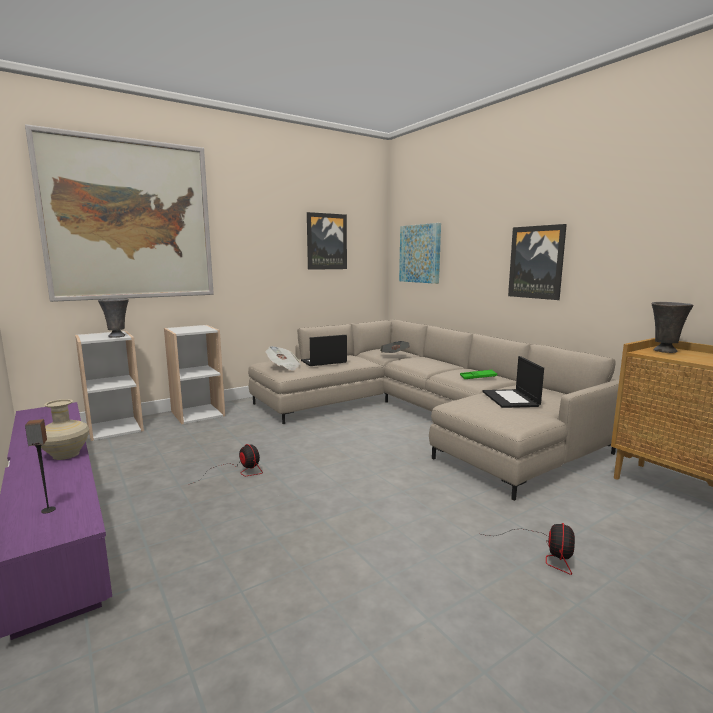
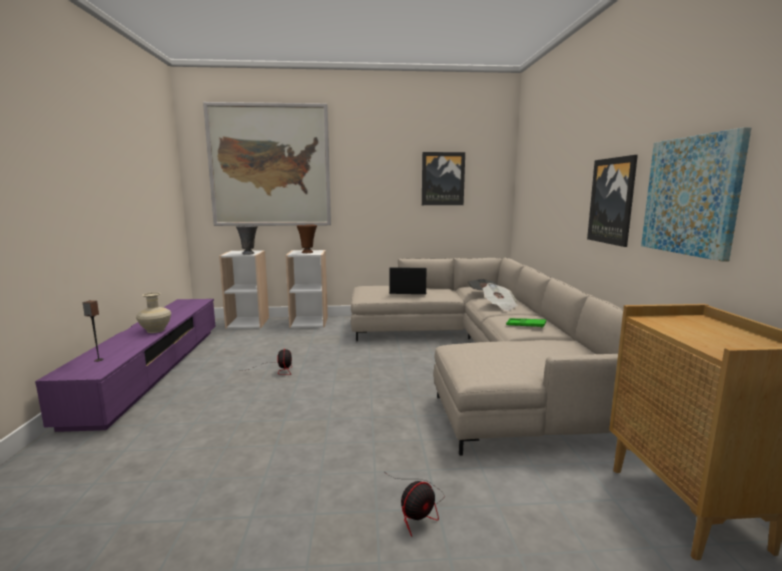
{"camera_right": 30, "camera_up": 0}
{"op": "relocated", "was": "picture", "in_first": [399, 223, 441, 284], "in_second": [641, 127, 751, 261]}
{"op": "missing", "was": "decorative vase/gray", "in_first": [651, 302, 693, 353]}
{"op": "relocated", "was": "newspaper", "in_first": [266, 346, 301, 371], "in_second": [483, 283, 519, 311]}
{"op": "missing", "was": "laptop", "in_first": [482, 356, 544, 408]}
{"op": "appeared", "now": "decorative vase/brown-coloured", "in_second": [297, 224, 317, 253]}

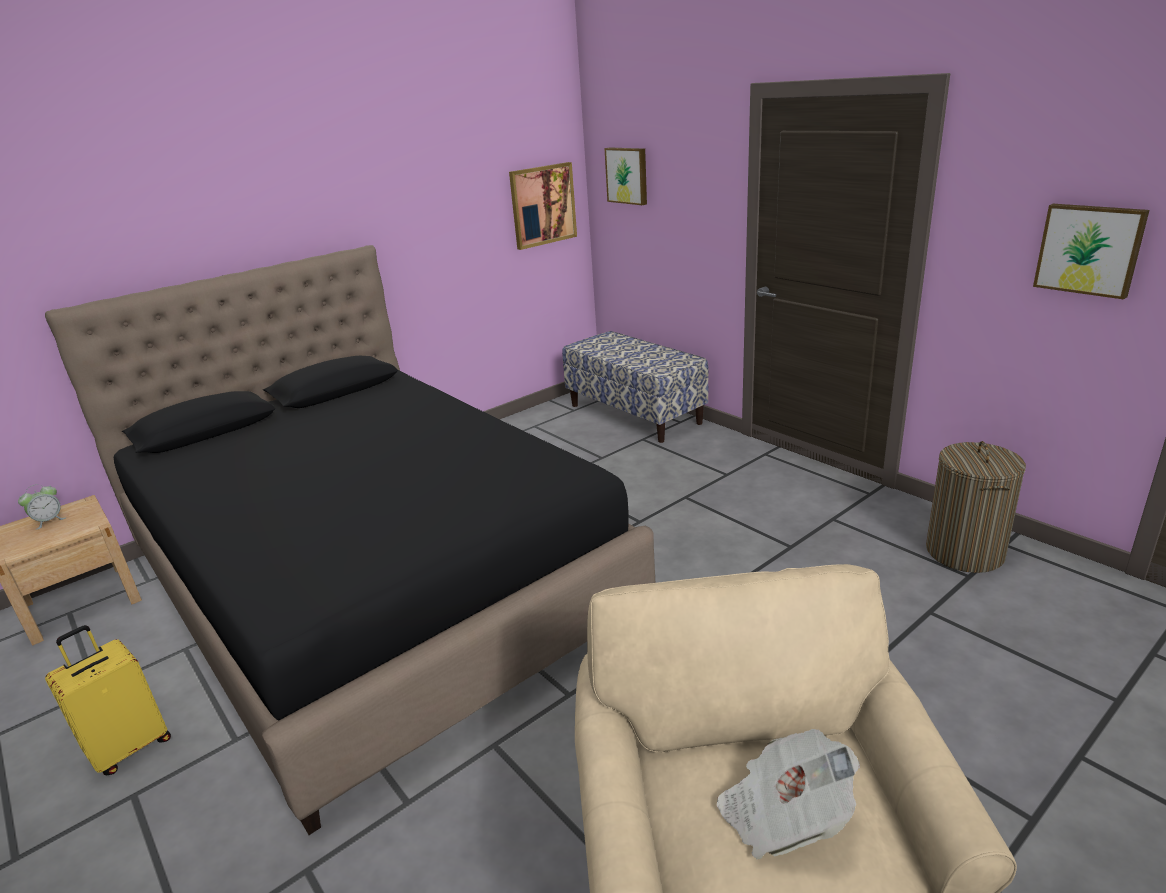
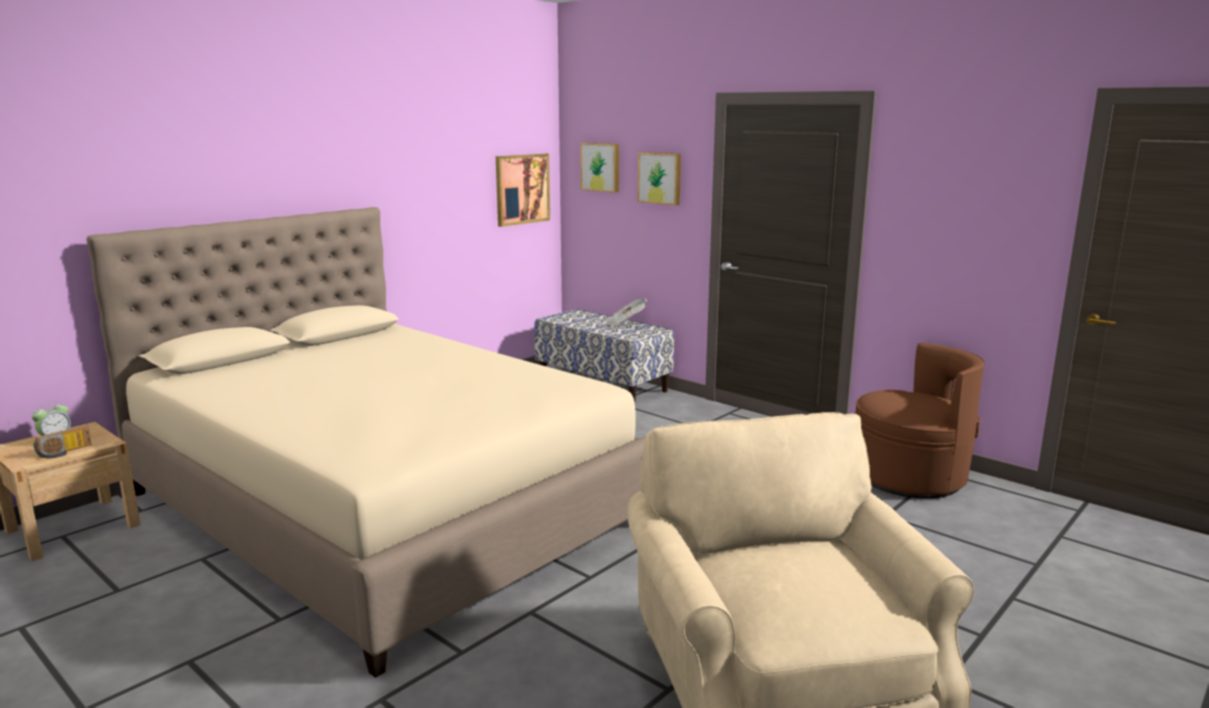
{"camera_right": -10, "camera_up": -10}
{"op": "relocated", "was": "picture", "in_first": [1033, 204, 1149, 300], "in_second": [638, 152, 681, 205]}
{"op": "colour", "was": "bedroom bed/black-coloured", "now": "bedroom bed/sand-coloured", "in_first": [45, 245, 655, 835], "in_second": [86, 207, 645, 678]}
{"op": "exchanged", "was": "hamper", "now": "easy chair/brown-coloured", "in_first": [926, 441, 1026, 573], "in_second": [855, 343, 985, 498]}
{"op": "missing", "was": "piece of luggage/yellow", "in_first": [45, 625, 171, 775]}
{"op": "relocated", "was": "newspaper", "in_first": [717, 729, 860, 859], "in_second": [603, 298, 648, 326]}
{"op": "appeared", "now": "radio receiver", "in_second": [33, 425, 92, 458]}

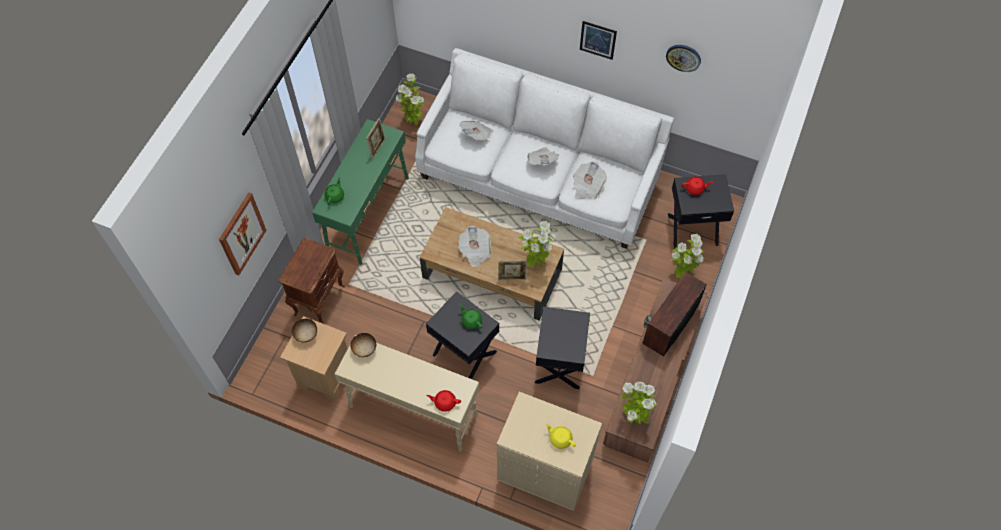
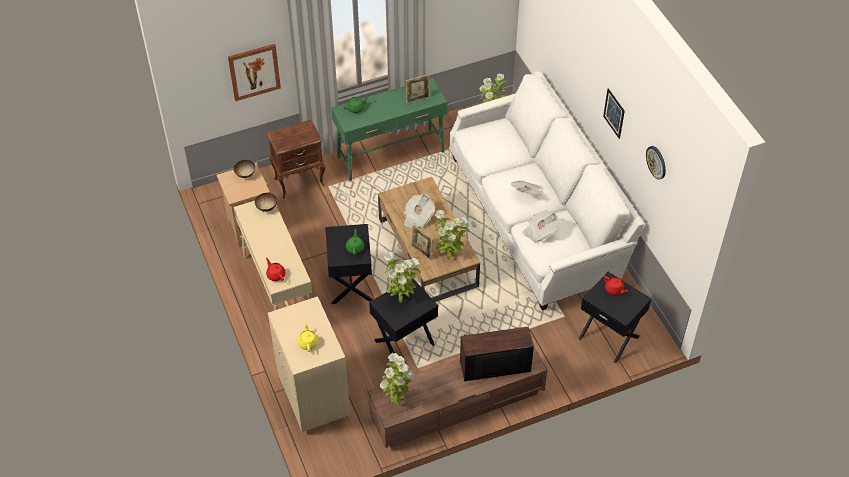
{"camera_right": 45, "camera_up": -10}
{"op": "missing", "was": "newspaper", "in_first": [459, 121, 494, 141]}
{"op": "relocated", "was": "potted plant", "in_first": [671, 234, 704, 278], "in_second": [384, 251, 421, 303]}

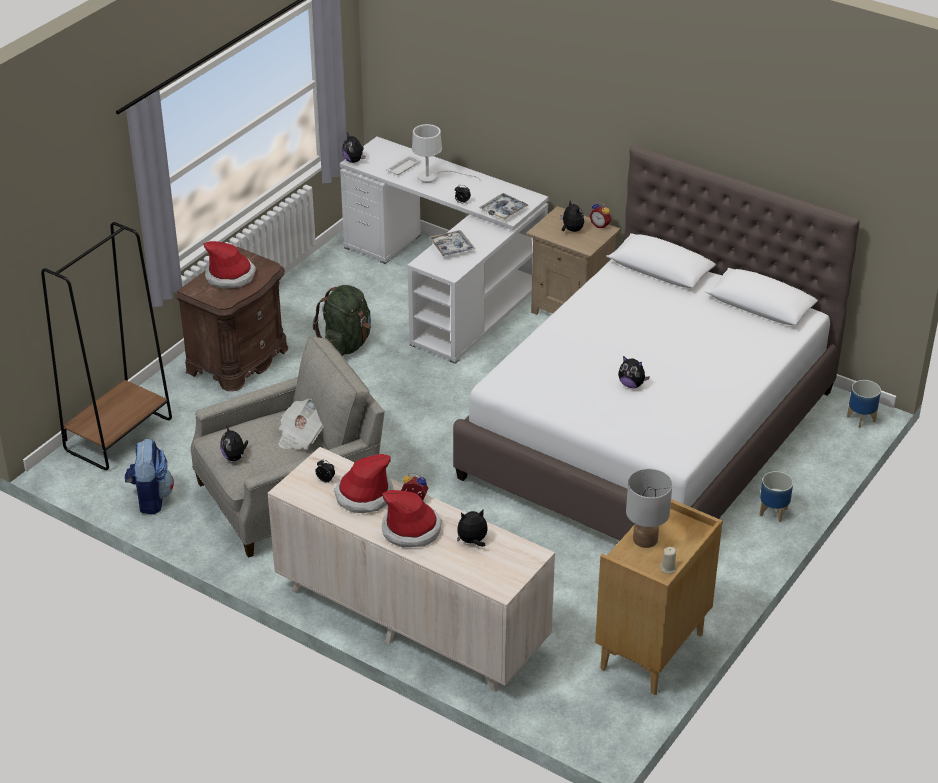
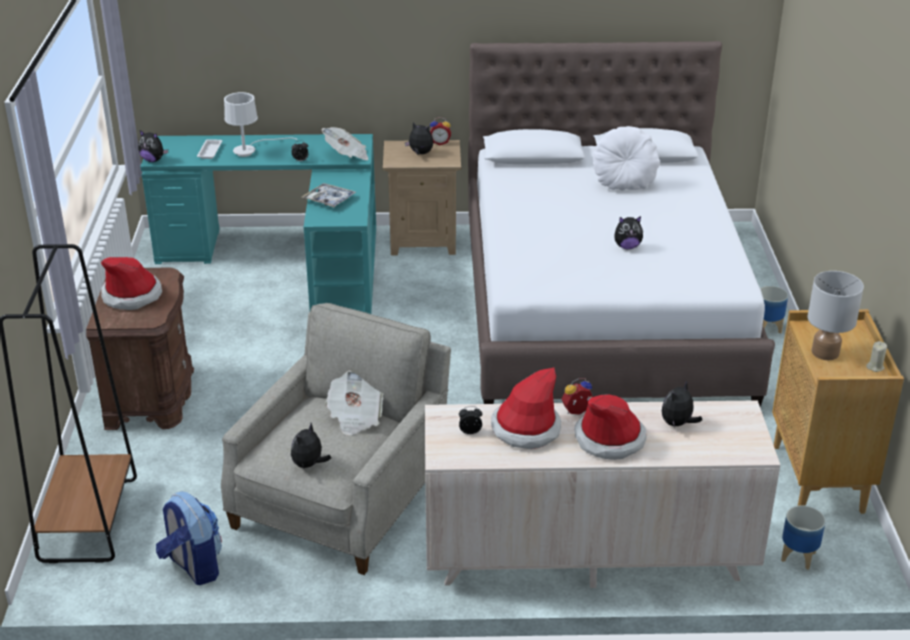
{"camera_right": -35, "camera_up": -5}
{"op": "colour", "was": "desk/white-coloured", "now": "desk/blue-green", "in_first": [340, 137, 548, 364], "in_second": [140, 134, 376, 314]}
{"op": "exchanged", "was": "serving tray", "now": "newspaper", "in_first": [480, 193, 528, 220], "in_second": [321, 127, 368, 160]}
{"op": "missing", "was": "rucksack/green-coloured", "in_first": [313, 285, 371, 356]}
{"op": "relocated", "was": "plant pot", "in_first": [847, 380, 881, 428], "in_second": [781, 505, 826, 570]}
{"op": "spun", "was": "plush toy", "in_first": [220, 425, 248, 461], "in_second": [291, 423, 331, 468], "clockwise": 90}
{"op": "appeared", "now": "cushion/white-coloured", "in_second": [593, 126, 660, 190]}

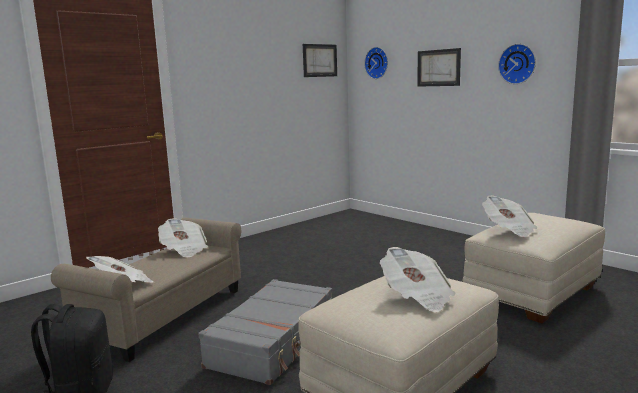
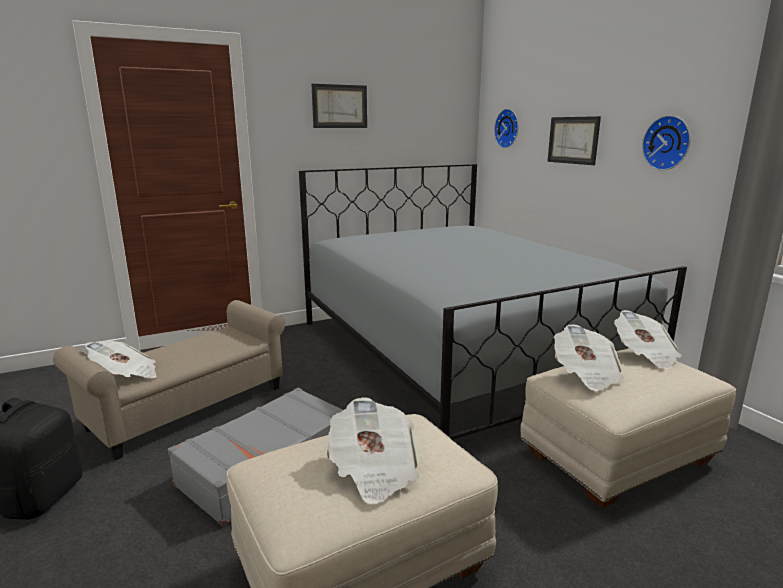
{"camera_right": 15, "camera_up": 5}
{"op": "relocated", "was": "picture", "in_first": [303, 44, 337, 77], "in_second": [311, 84, 367, 128]}
{"op": "relocated", "was": "newspaper", "in_first": [158, 218, 208, 258], "in_second": [614, 310, 682, 370]}
{"op": "appeared", "now": "bedroom bed/gray", "in_second": [299, 164, 687, 440]}

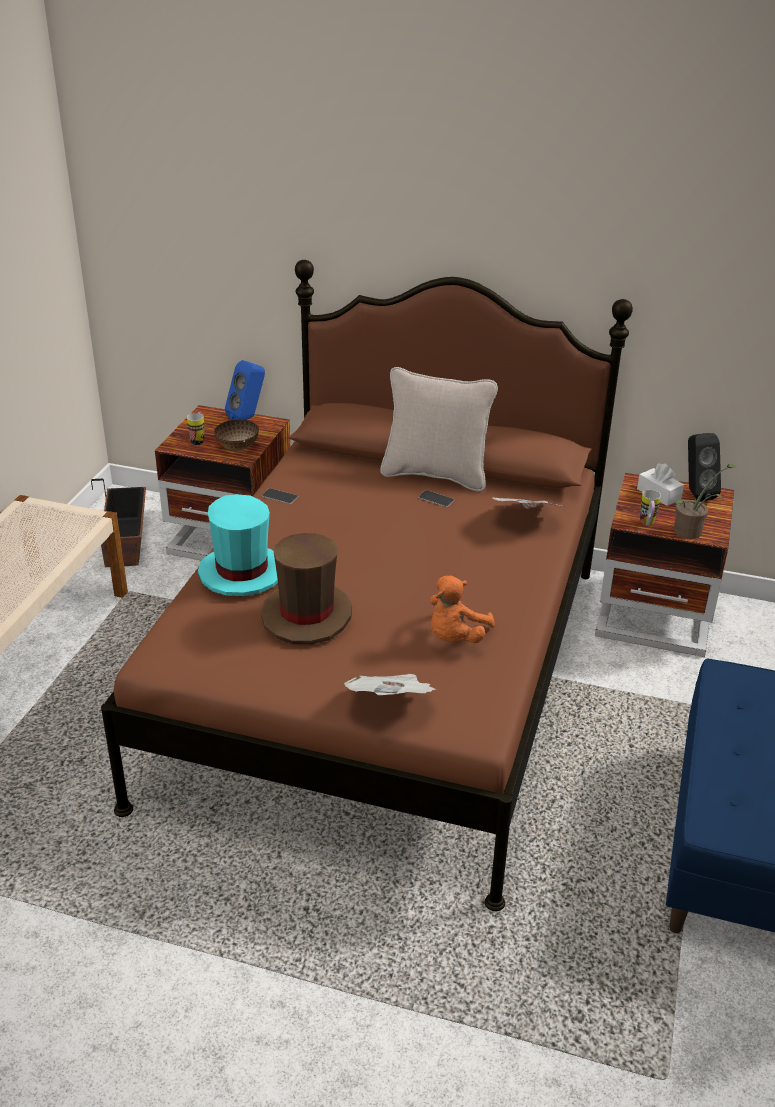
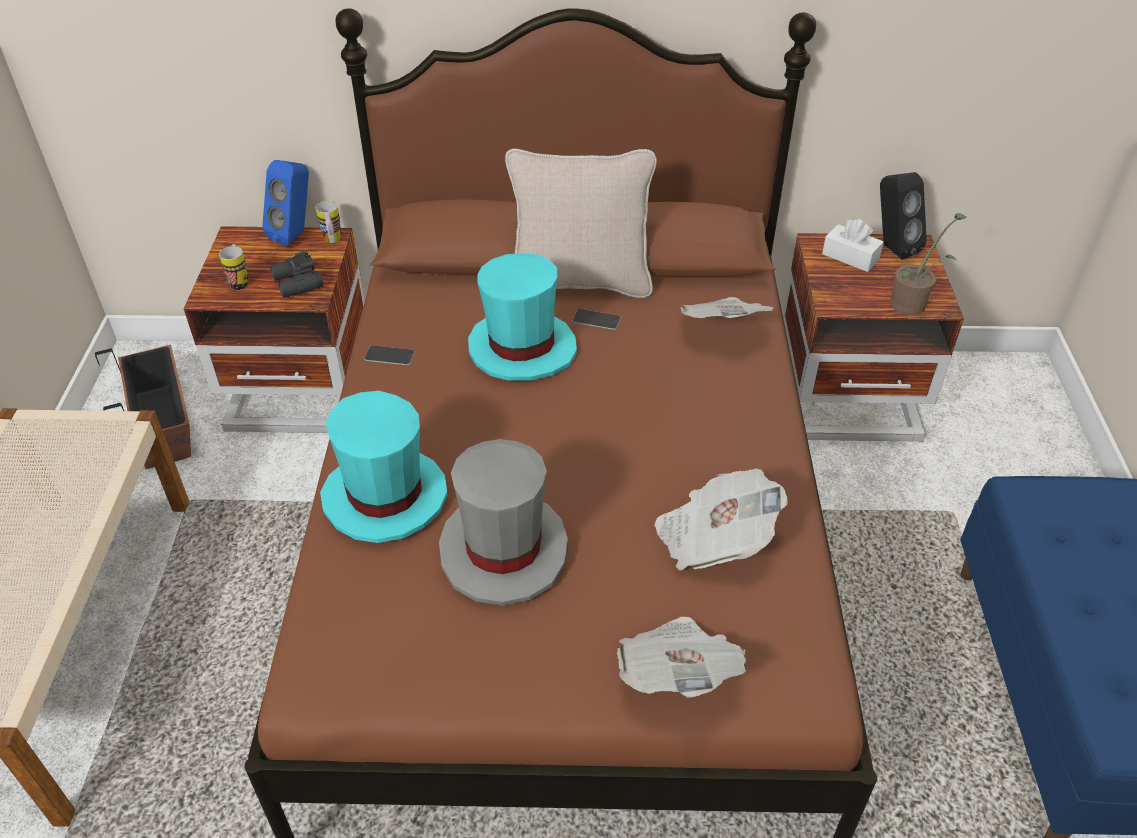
{"camera_right": -15, "camera_up": 10}
{"op": "exchanged", "was": "deep dish", "now": "binoculars/black-coloured", "in_first": [214, 420, 259, 451], "in_second": [270, 251, 324, 298]}
{"op": "relocated", "was": "coffee mug", "in_first": [640, 490, 661, 525], "in_second": [316, 201, 341, 243]}
{"op": "colour", "was": "wearable hat/brown-coloured", "now": "wearable hat/gray", "in_first": [261, 533, 352, 644], "in_second": [439, 439, 568, 606]}
{"op": "exchanged", "was": "plush toy/orange", "now": "newspaper", "in_first": [430, 576, 495, 643], "in_second": [654, 469, 788, 570]}
{"op": "appeared", "now": "wearable hat/blue-green", "in_second": [468, 253, 577, 381]}

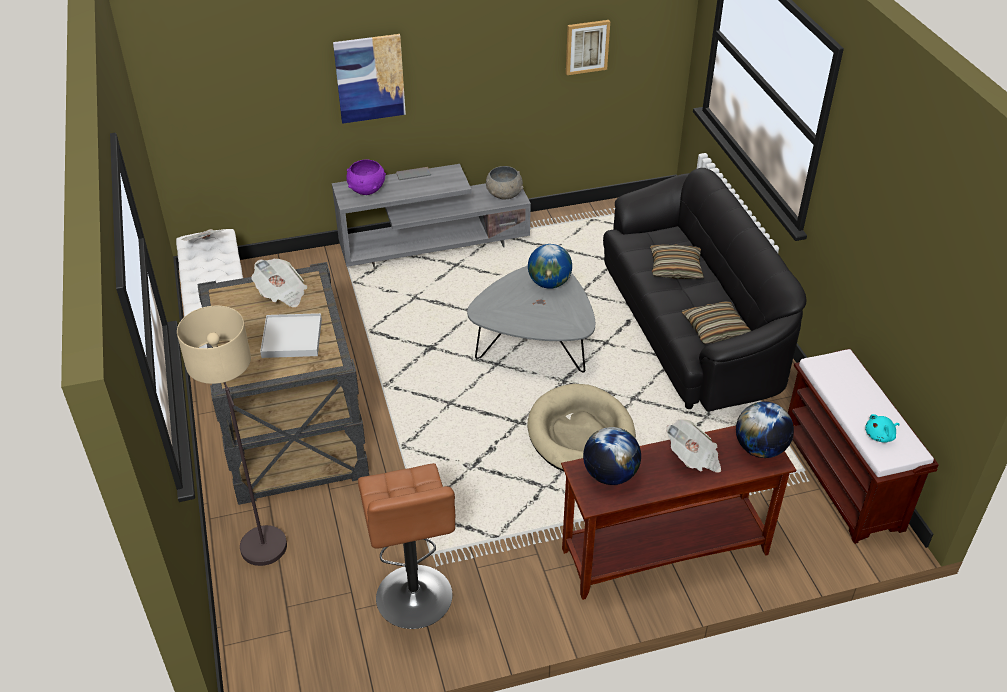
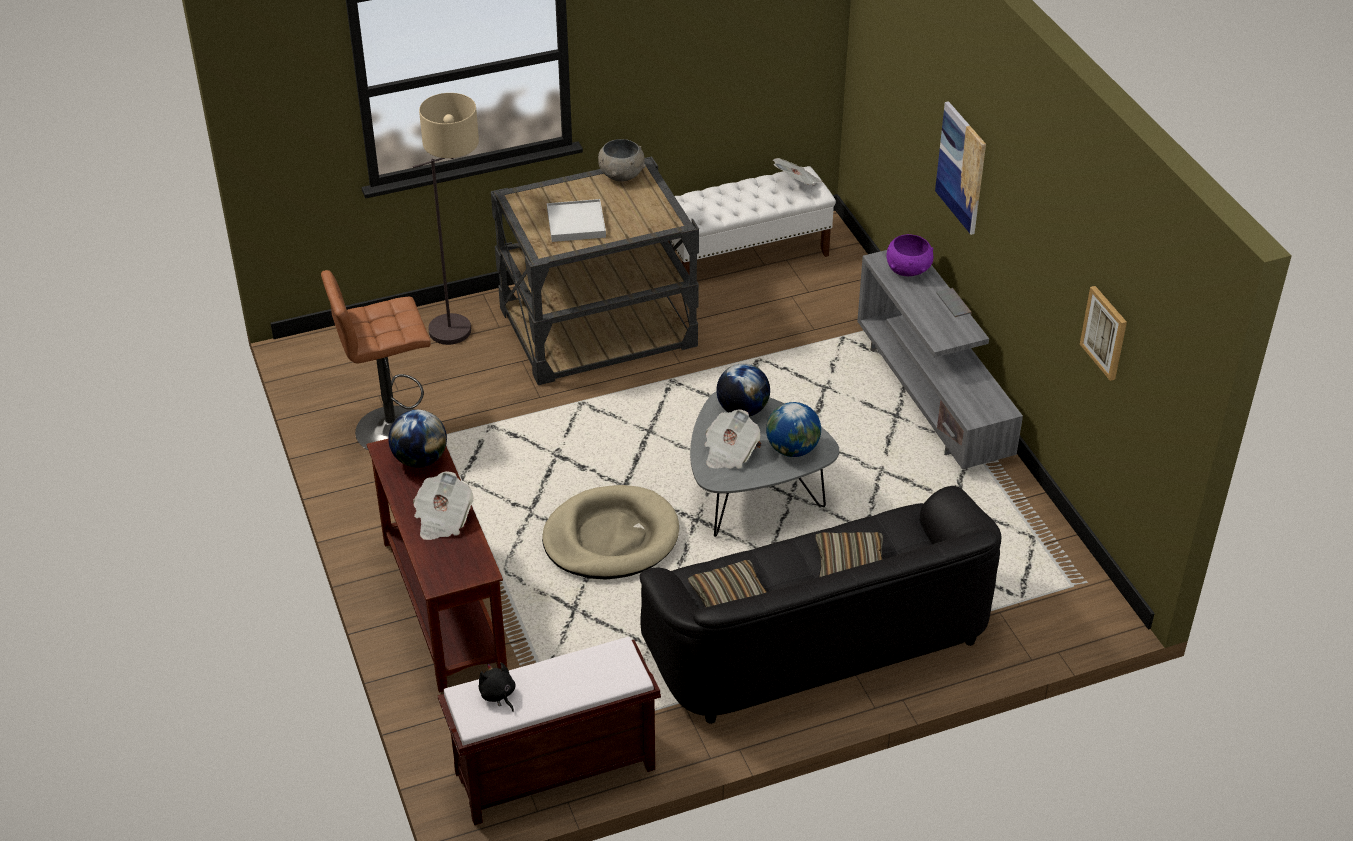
{"camera_right": 85, "camera_up": 0}
{"op": "relocated", "was": "deep dish/gray", "in_first": [486, 166, 524, 200], "in_second": [598, 139, 646, 182]}
{"op": "relocated", "was": "newspaper", "in_first": [251, 259, 308, 307], "in_second": [705, 409, 760, 469]}
{"op": "relocated", "was": "world globe", "in_first": [736, 402, 794, 458], "in_second": [716, 363, 770, 416]}
{"op": "colour", "was": "plush toy/blue-green", "now": "plush toy/black-coloured", "in_first": [865, 414, 900, 443], "in_second": [479, 662, 516, 712]}

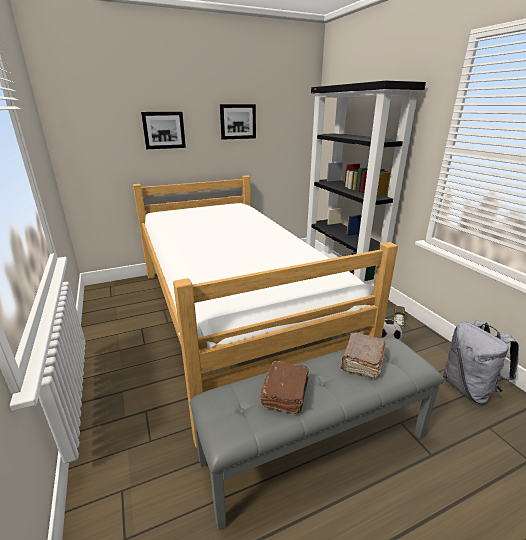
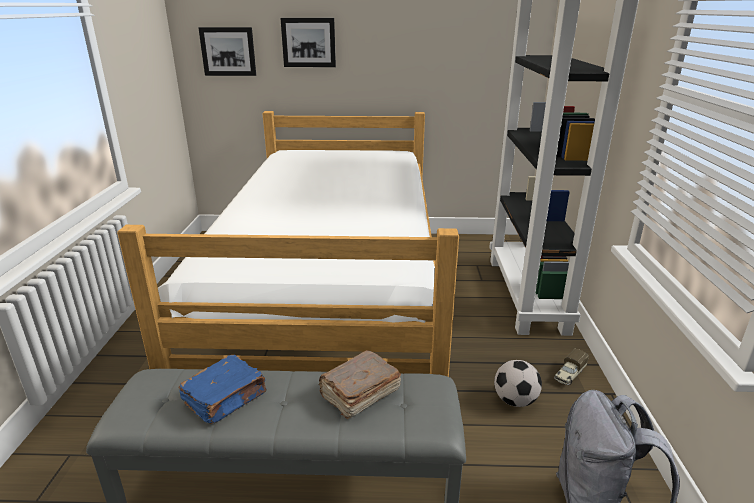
{"camera_right": 25, "camera_up": 0}
{"op": "relocated", "was": "picture", "in_first": [220, 104, 256, 140], "in_second": [198, 27, 256, 76]}
{"op": "colour", "was": "bound book/brown-coloured", "now": "bound book/bluish", "in_first": [260, 361, 309, 414], "in_second": [178, 355, 267, 424]}

